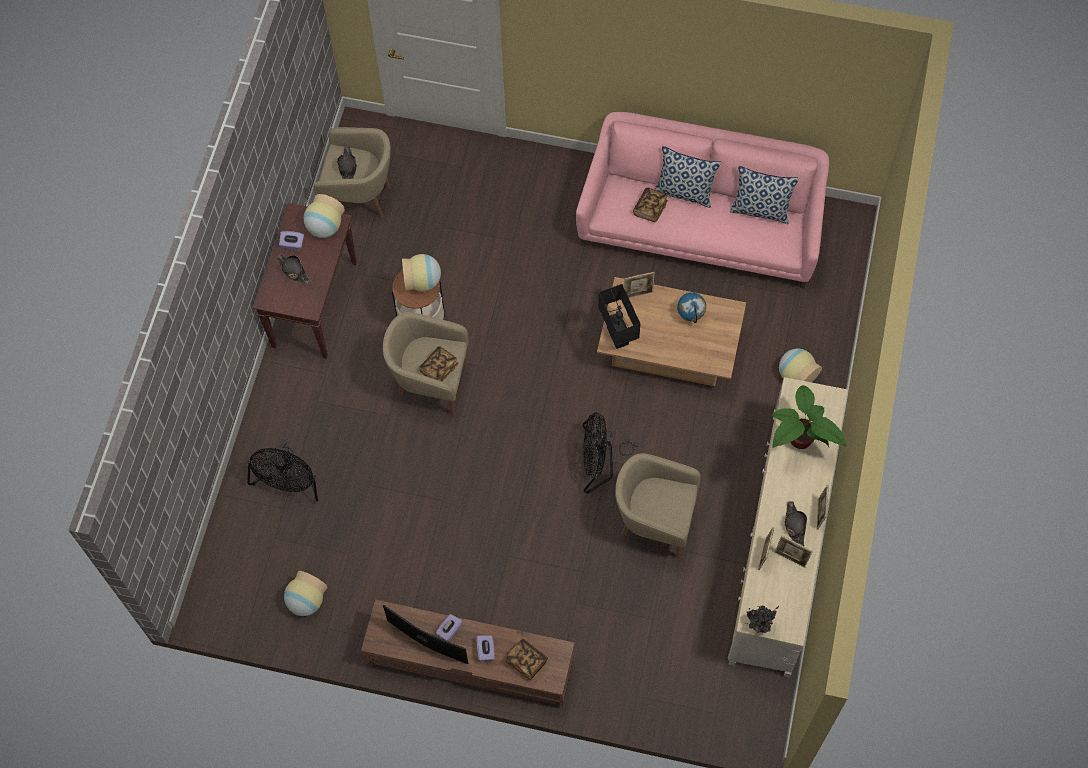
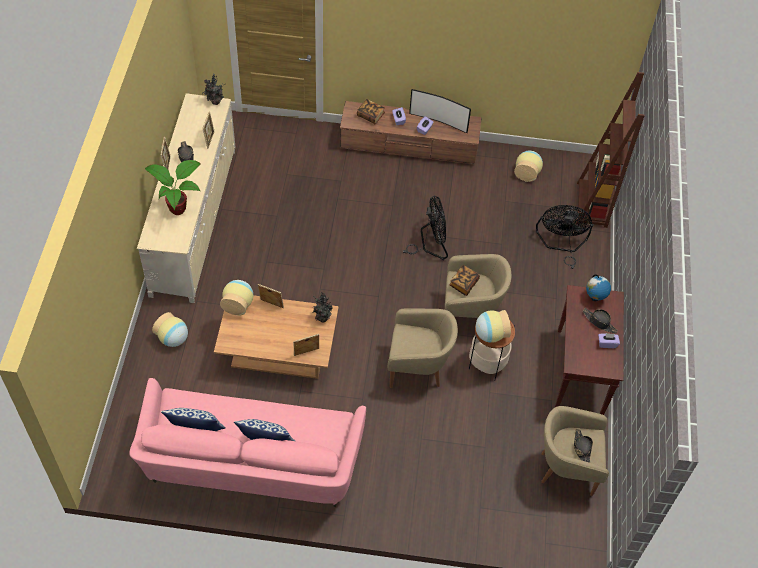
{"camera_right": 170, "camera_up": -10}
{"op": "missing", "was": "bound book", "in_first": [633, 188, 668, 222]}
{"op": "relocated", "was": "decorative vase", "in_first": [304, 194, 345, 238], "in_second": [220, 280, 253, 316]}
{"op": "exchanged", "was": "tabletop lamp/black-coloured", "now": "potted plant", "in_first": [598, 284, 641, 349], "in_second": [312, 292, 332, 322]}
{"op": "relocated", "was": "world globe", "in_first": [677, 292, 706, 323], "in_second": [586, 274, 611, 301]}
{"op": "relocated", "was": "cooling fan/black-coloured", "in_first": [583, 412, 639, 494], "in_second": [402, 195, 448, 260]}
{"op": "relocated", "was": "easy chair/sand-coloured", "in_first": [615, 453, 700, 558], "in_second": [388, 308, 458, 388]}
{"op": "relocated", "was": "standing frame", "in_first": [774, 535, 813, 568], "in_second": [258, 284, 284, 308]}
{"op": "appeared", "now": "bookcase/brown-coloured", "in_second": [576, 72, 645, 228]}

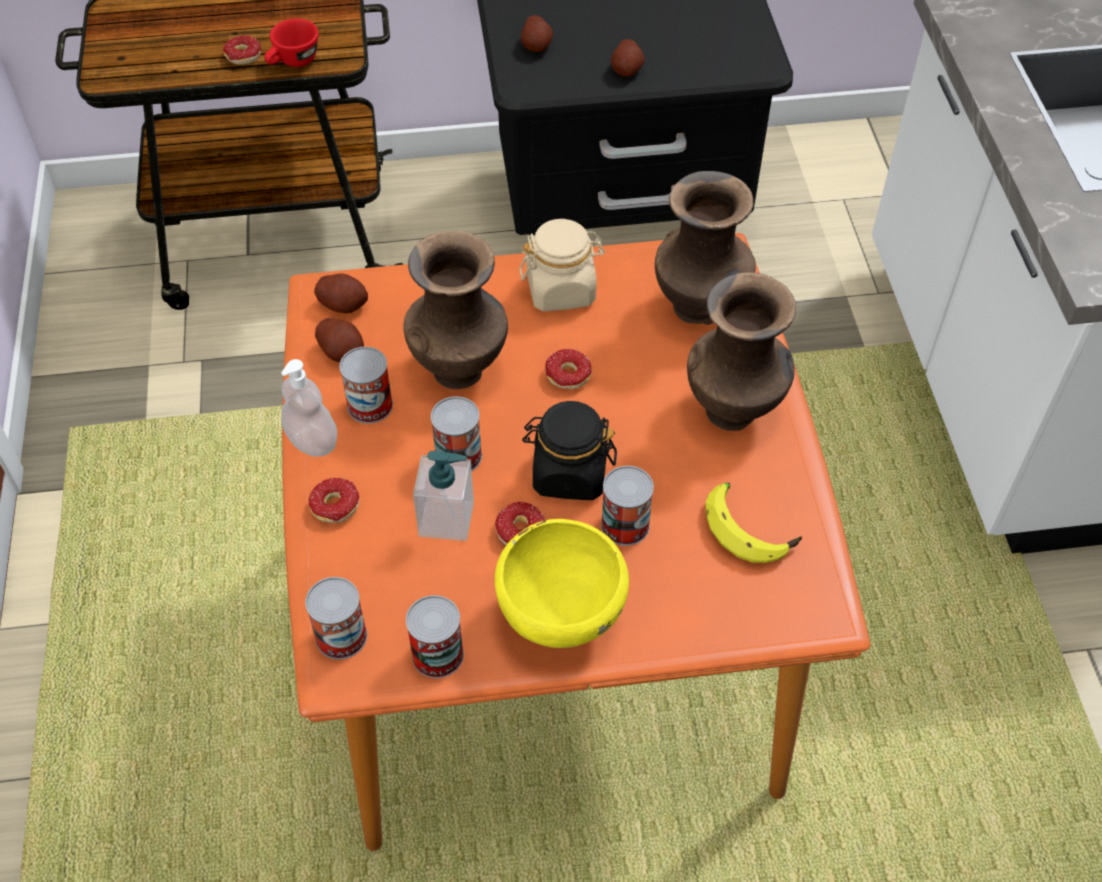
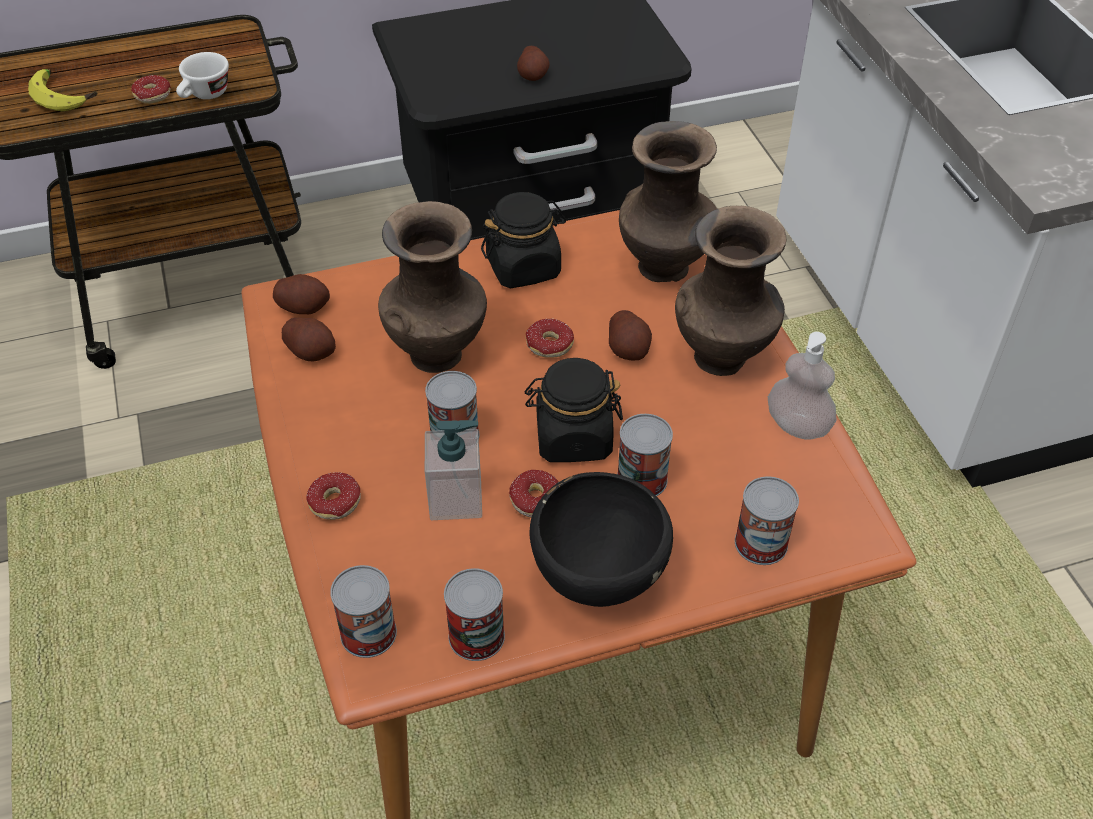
{"camera_right": -10, "camera_up": -5}
{"op": "relocated", "was": "potato", "in_first": [521, 15, 553, 52], "in_second": [609, 310, 652, 361]}
{"op": "colour", "was": "drinking cup/red", "now": "drinking cup/white-coloured", "in_first": [264, 19, 319, 67], "in_second": [176, 52, 229, 99]}
{"op": "colour", "was": "preserve jar/sand-coloured", "now": "preserve jar/black-coloured", "in_first": [519, 219, 605, 311], "in_second": [481, 192, 566, 289]}
{"op": "relocated", "was": "can", "in_first": [339, 347, 393, 423], "in_second": [735, 476, 799, 565]}
{"op": "relocated", "was": "soap dispenser", "in_first": [281, 359, 337, 457], "in_second": [768, 332, 836, 440]}
{"op": "relocated", "was": "banana", "in_first": [705, 483, 802, 563], "in_second": [28, 69, 98, 112]}
{"op": "colour", "was": "deep dish/yellow", "now": "deep dish/black-coloured", "in_first": [495, 519, 629, 648], "in_second": [529, 472, 673, 607]}

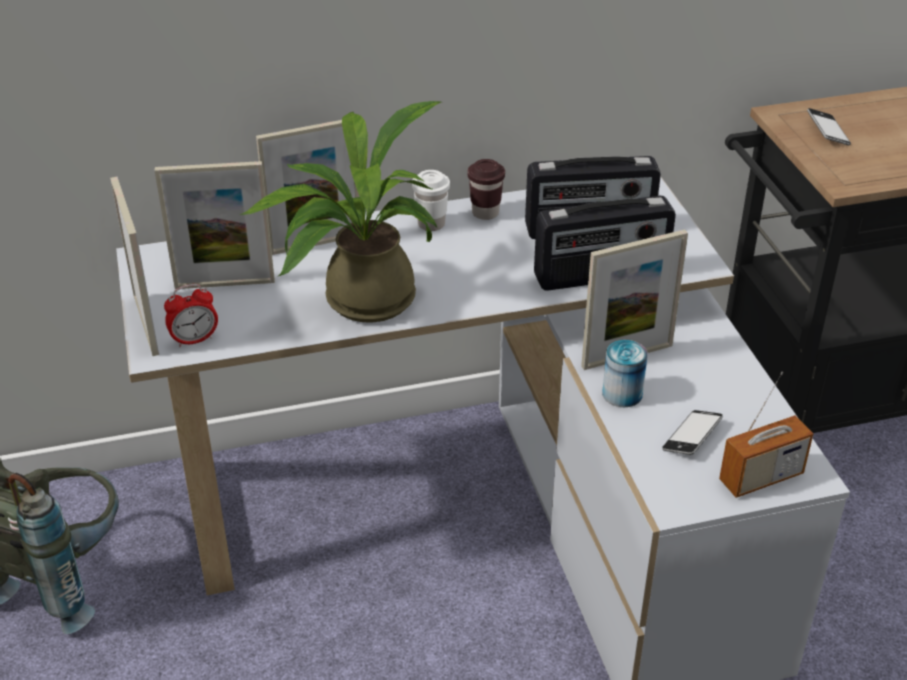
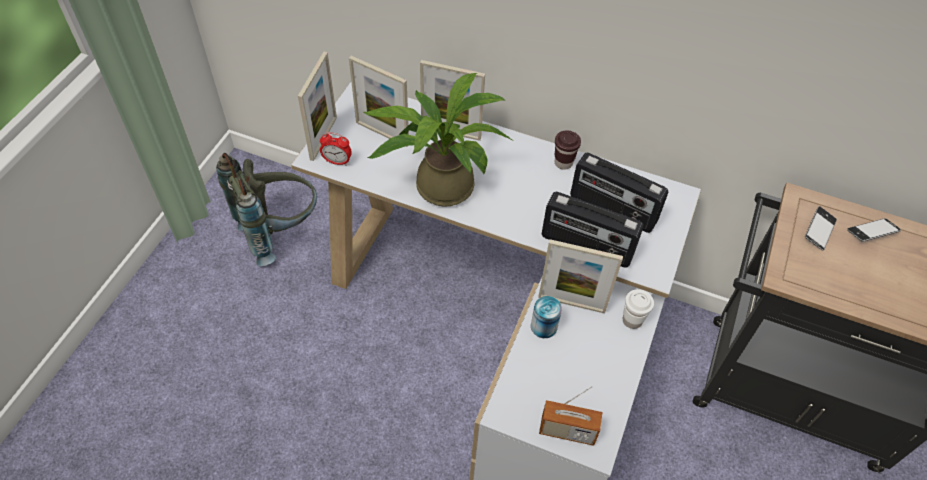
{"camera_right": 35, "camera_up": 15}
{"op": "relocated", "was": "drinking cup/white-coloured", "in_first": [412, 170, 450, 231], "in_second": [623, 289, 654, 329]}
{"op": "relocated", "was": "handset", "in_first": [662, 410, 723, 455], "in_second": [847, 218, 901, 242]}

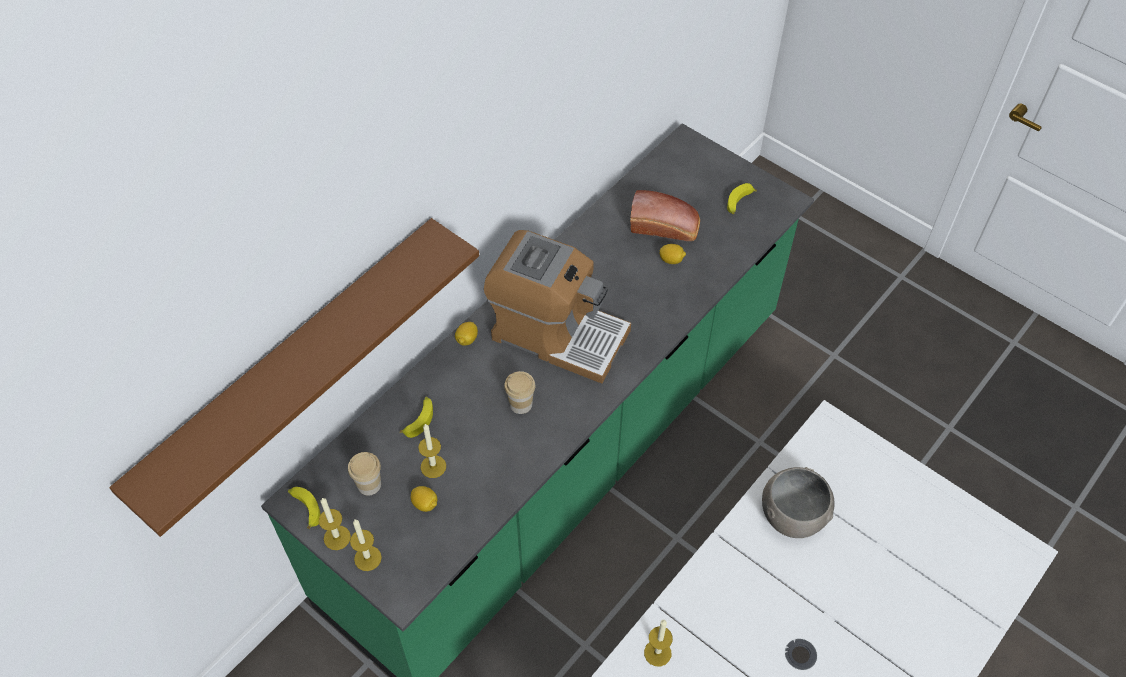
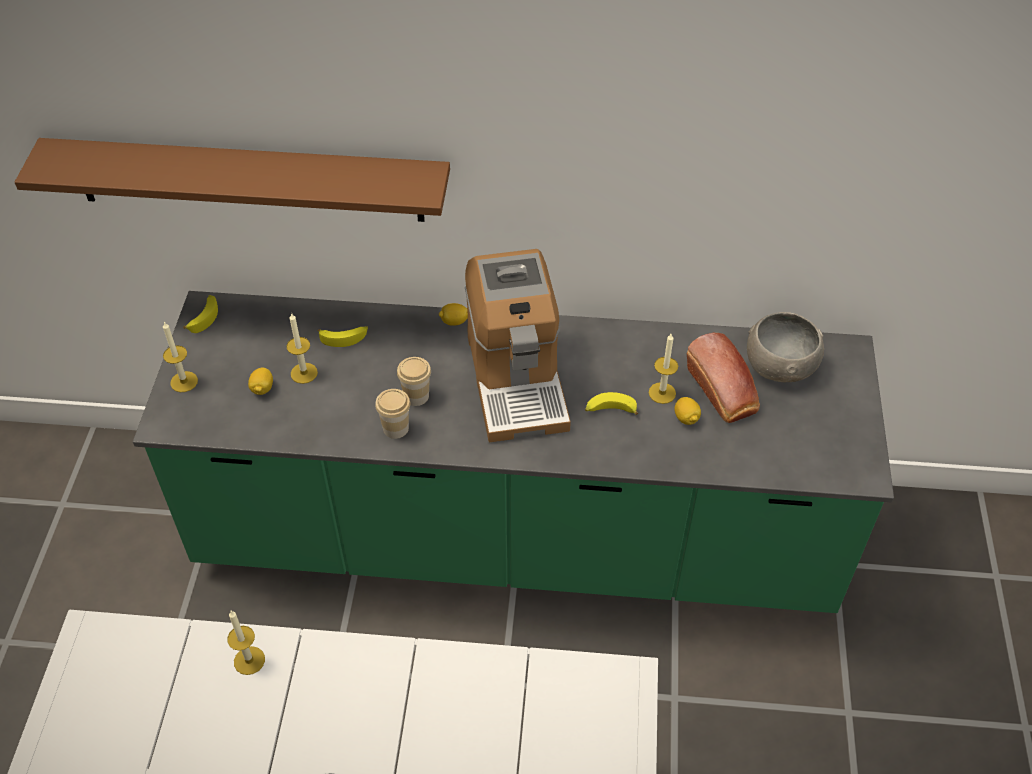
{"camera_right": 55, "camera_up": -5}
{"op": "relocated", "was": "banana", "in_first": [727, 183, 757, 214], "in_second": [585, 392, 638, 415]}
{"op": "relocated", "was": "drinking cup", "in_first": [348, 452, 381, 495], "in_second": [375, 389, 410, 439]}
{"op": "relocated", "was": "deep dish/gray", "in_first": [762, 467, 835, 538], "in_second": [747, 312, 824, 382]}
{"op": "relocated", "was": "candle", "in_first": [319, 498, 351, 550], "in_second": [649, 334, 678, 404]}

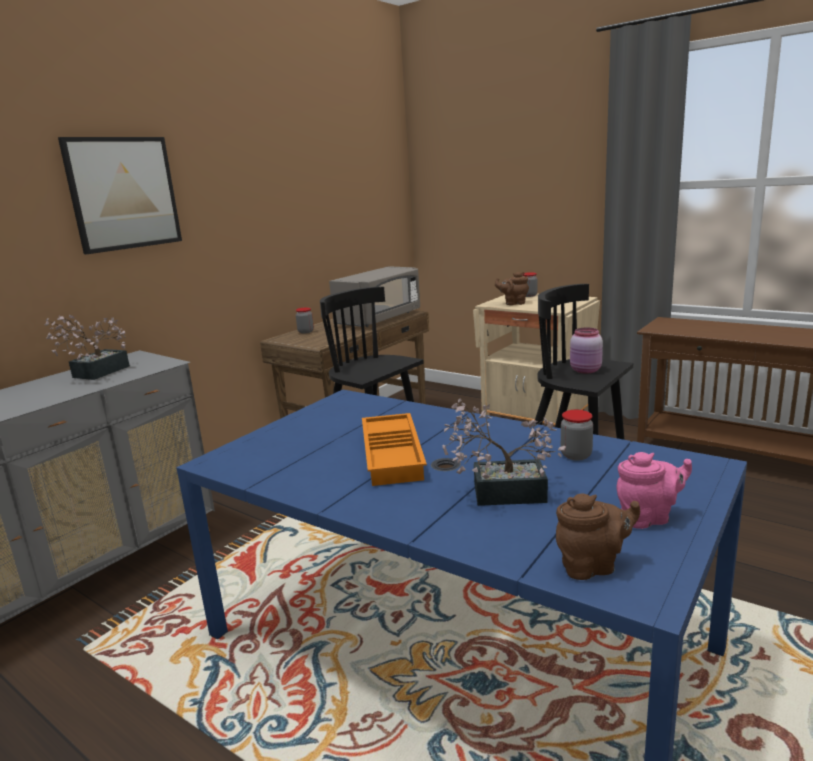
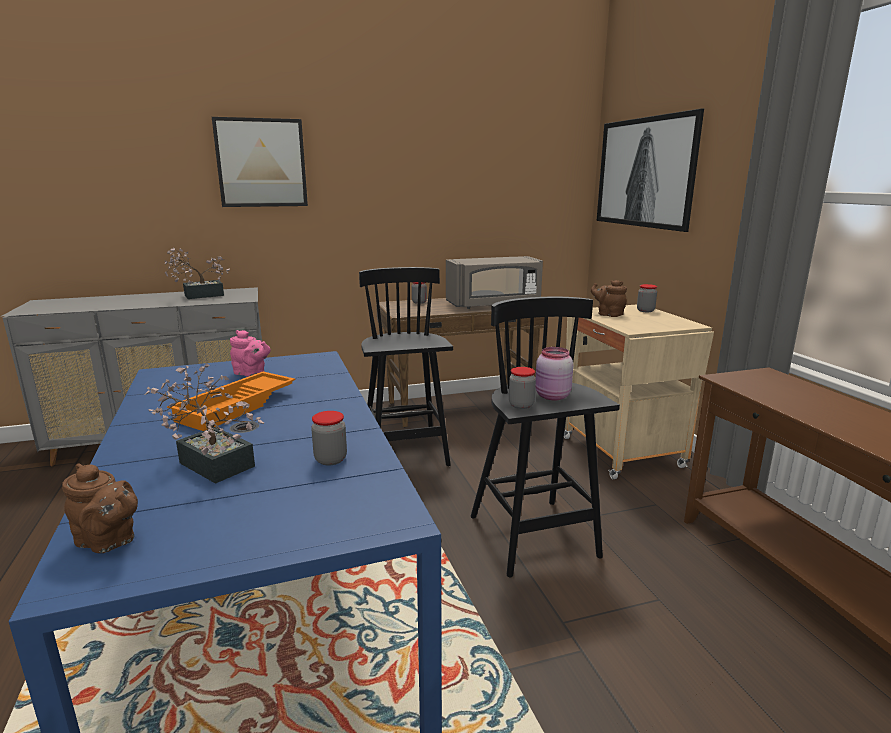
{"camera_right": 35, "camera_up": 0}
{"op": "relocated", "was": "tea pot/pink", "in_first": [617, 452, 692, 529], "in_second": [230, 330, 271, 377]}
{"op": "appeared", "now": "picture", "in_second": [597, 108, 704, 232]}
{"op": "appeared", "now": "preserve jar", "in_second": [509, 367, 536, 409]}

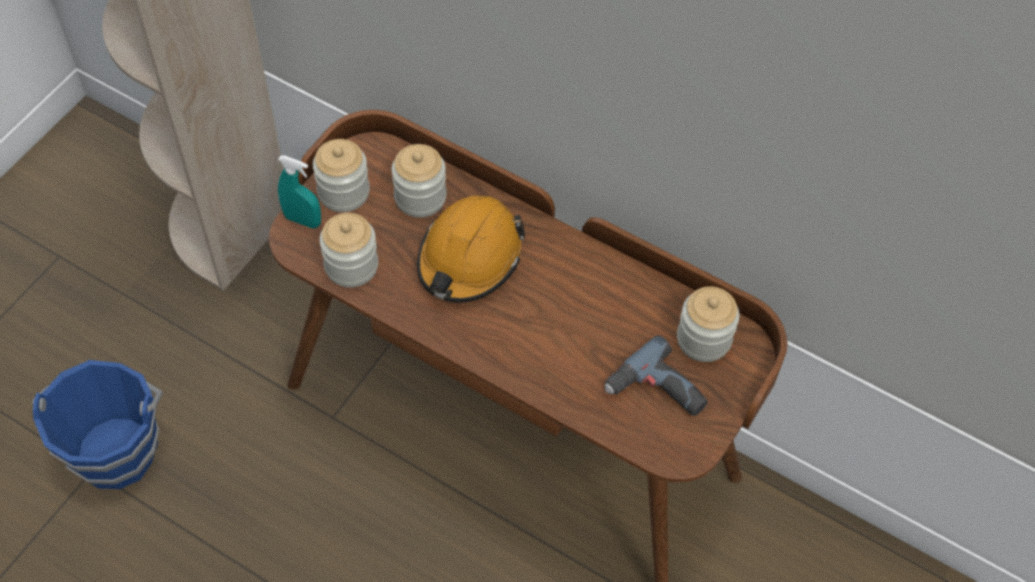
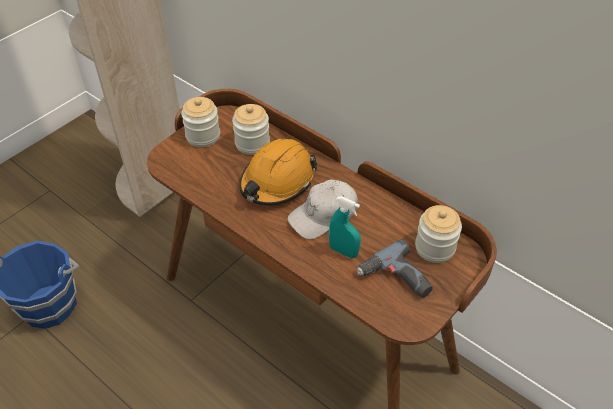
{"camera_right": 10, "camera_up": -10}
{"op": "relocated", "was": "sprayer/blue-green", "in_first": [278, 156, 321, 229], "in_second": [329, 197, 361, 258]}
{"op": "missing", "was": "preserve jar", "in_first": [320, 213, 378, 287]}
{"op": "appeared", "now": "cap/white-coloured", "in_second": [287, 180, 358, 239]}

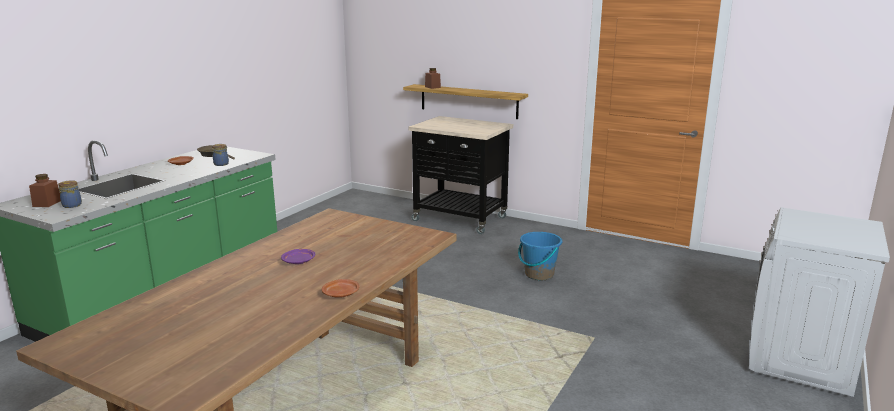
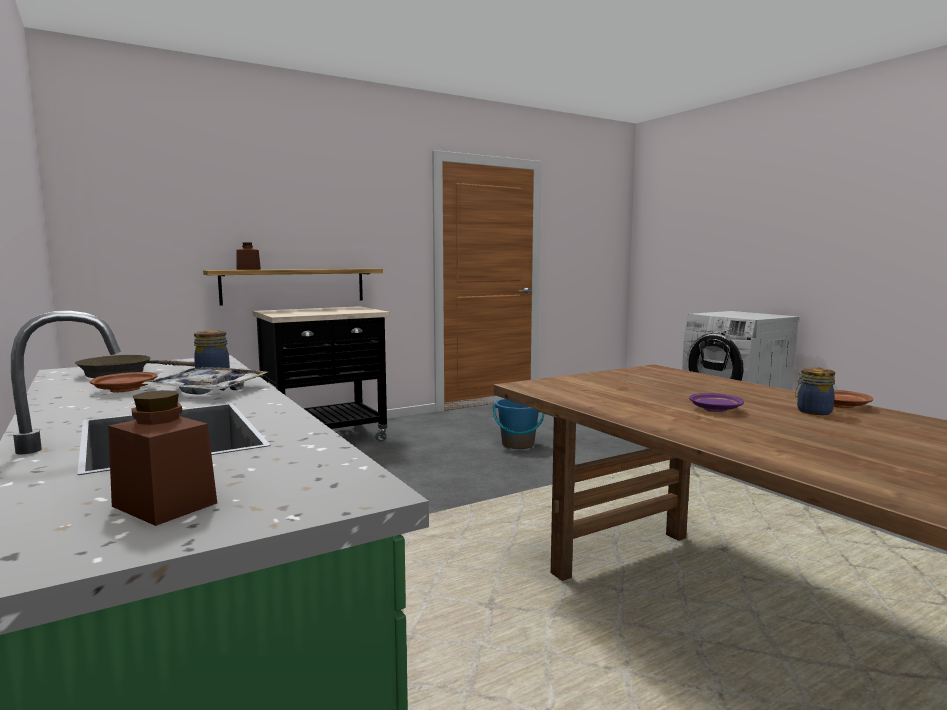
{"camera_right": -60, "camera_up": -10}
{"op": "relocated", "was": "preserve jar", "in_first": [58, 180, 82, 208], "in_second": [795, 367, 835, 415]}
{"op": "appeared", "now": "serving tray", "in_second": [142, 367, 268, 394]}

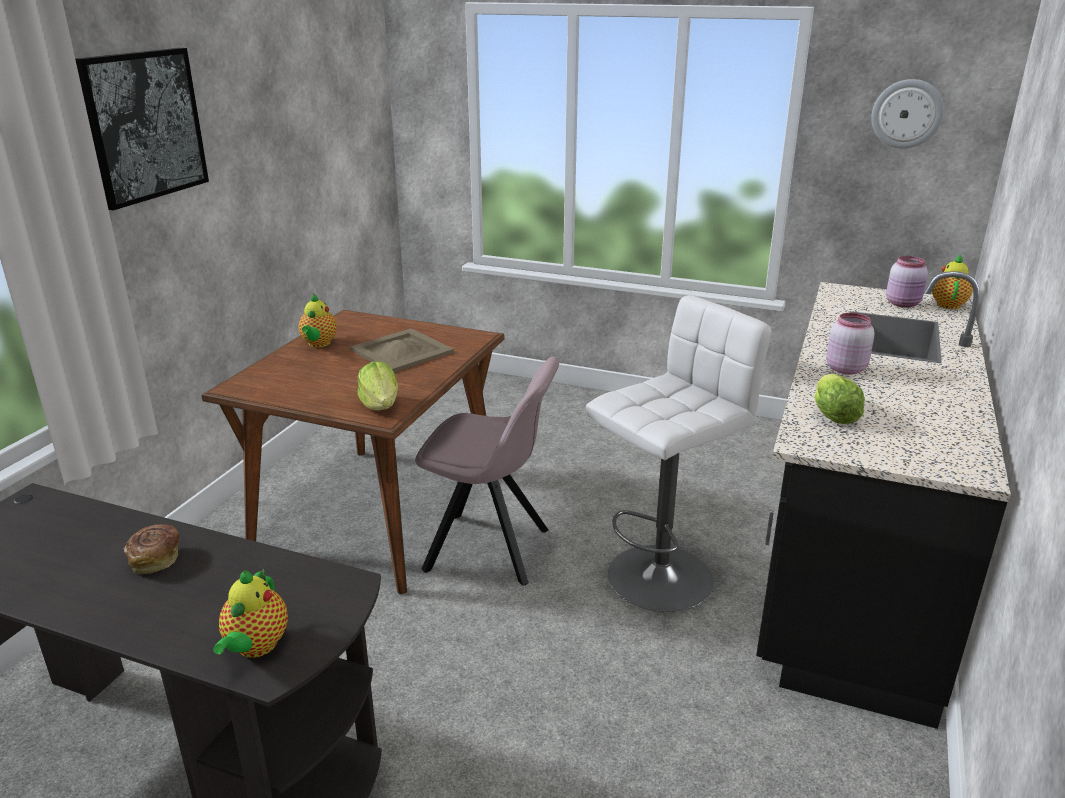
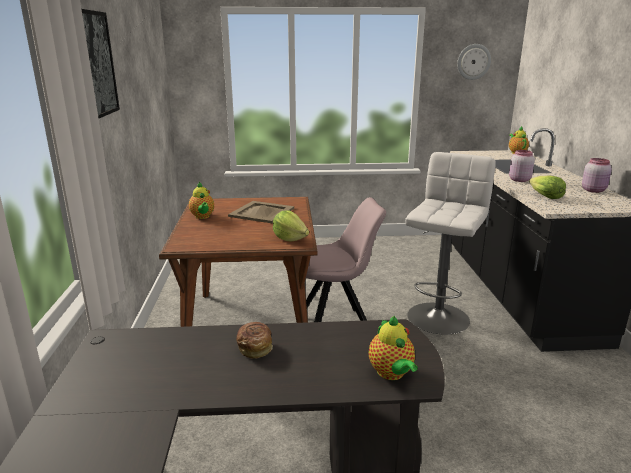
{"camera_right": -25, "camera_up": -5}
{"op": "relocated", "was": "preserve jar/pink", "in_first": [886, 256, 928, 308], "in_second": [582, 158, 612, 193]}

